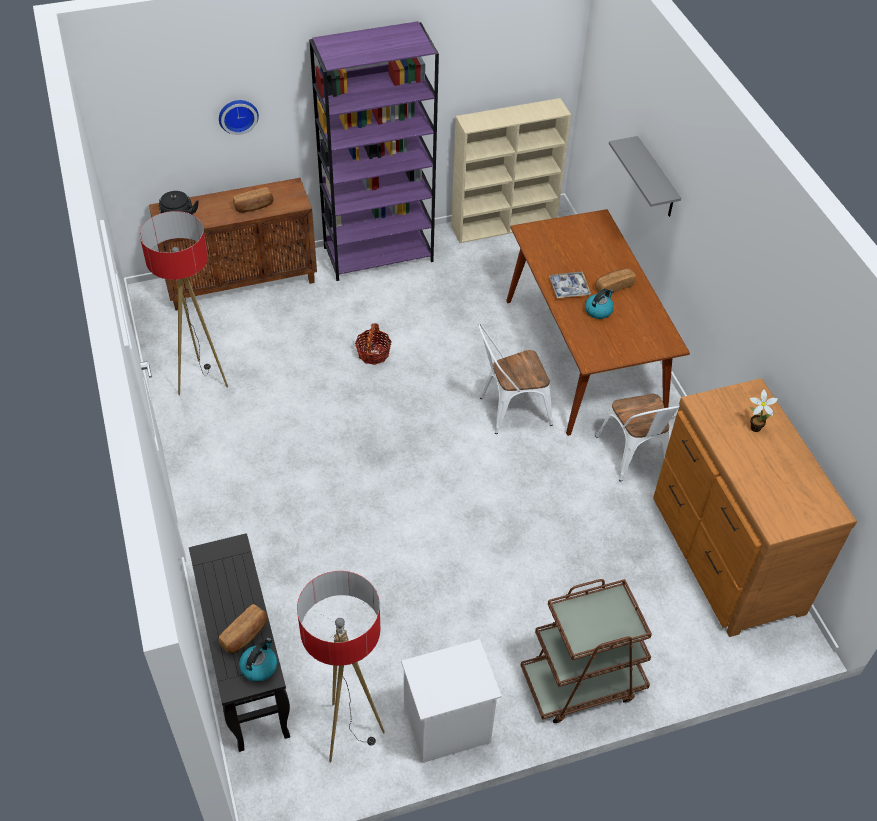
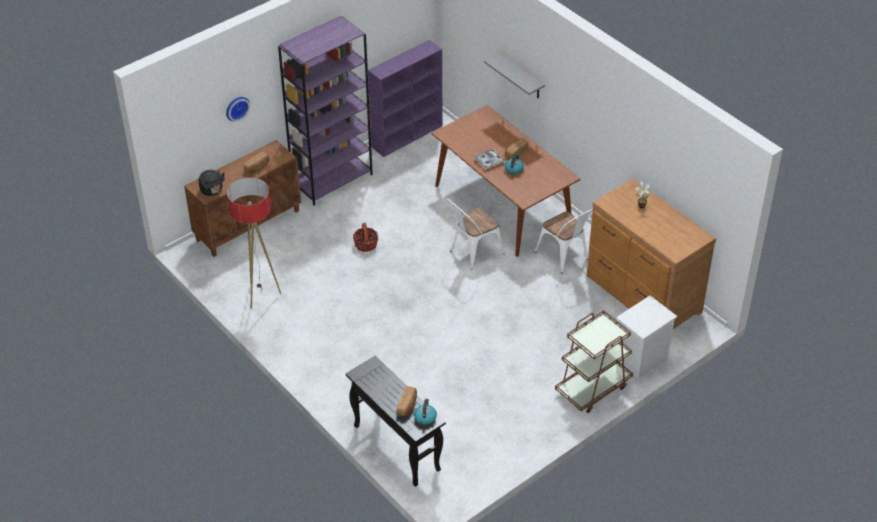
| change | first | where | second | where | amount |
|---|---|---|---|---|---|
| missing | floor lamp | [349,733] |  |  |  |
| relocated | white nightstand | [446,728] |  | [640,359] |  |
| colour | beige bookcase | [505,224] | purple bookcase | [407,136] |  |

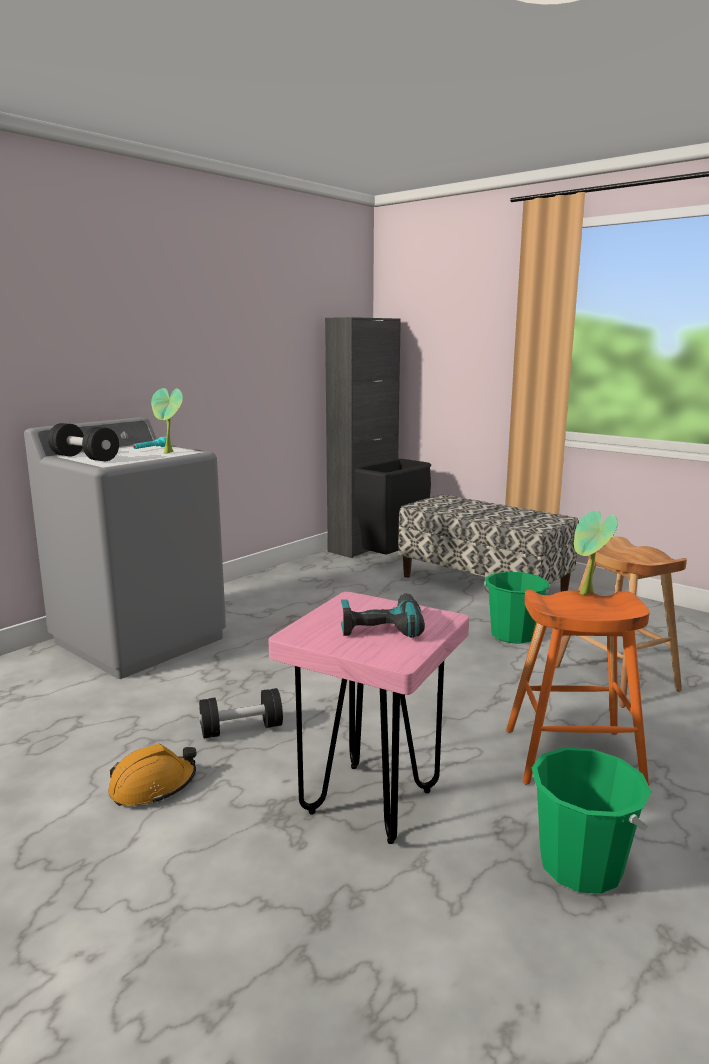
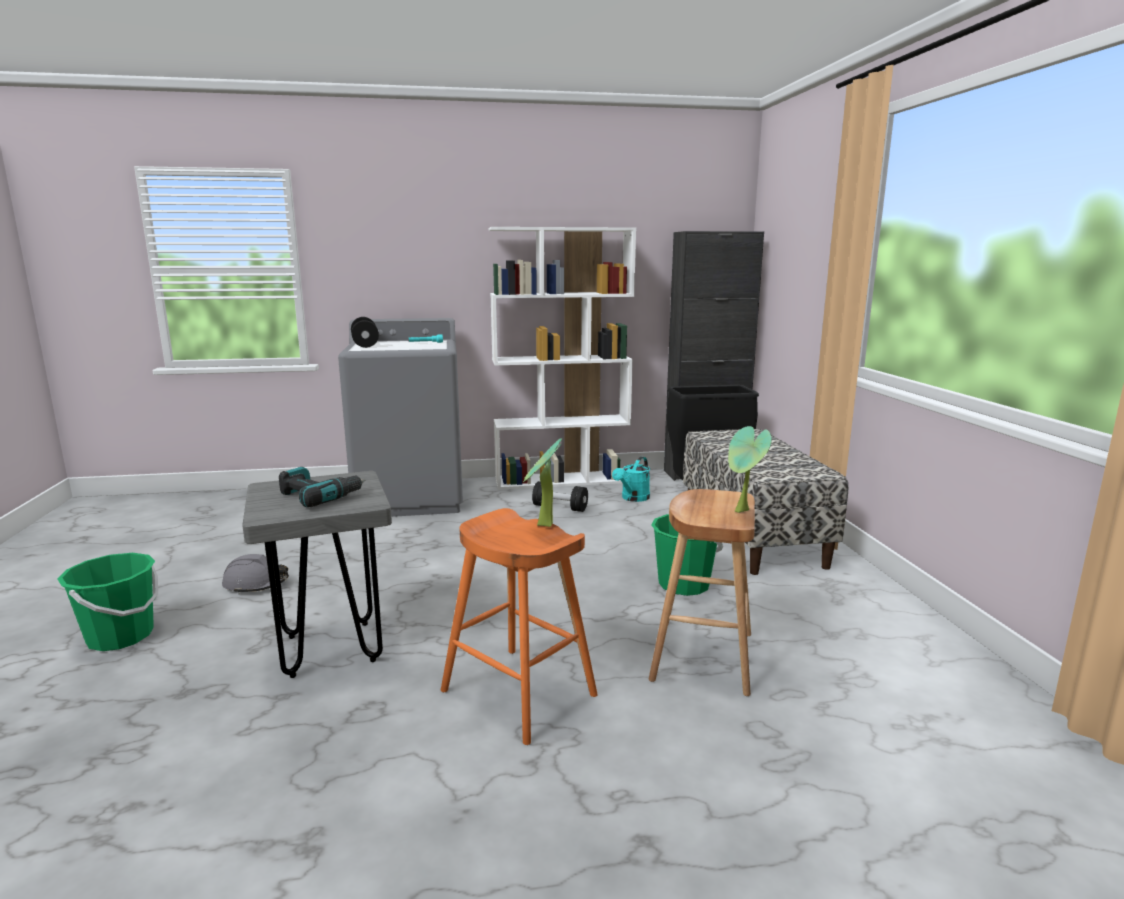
| change | first | where | second | where | amount |
|---|---|---|---|---|---|
| appeared |  |  | white bookcase | [562,480] |  |
| appeared |  |  | turquoise watering can | [633,498] |  |
| relocated | potted plant | [169,453] |  | [742,512] |  |
| relocated | black dumbbell | [241,729] |  | [560,508] |  |
| relocated | green bucket | [581,866] |  | [120,637] |  |
| colour | orange hard hat | [153,786] | grey hard hat | [256,584] |  |
| colour | pink stool | [371,801] | grey stool | [331,649] |  |

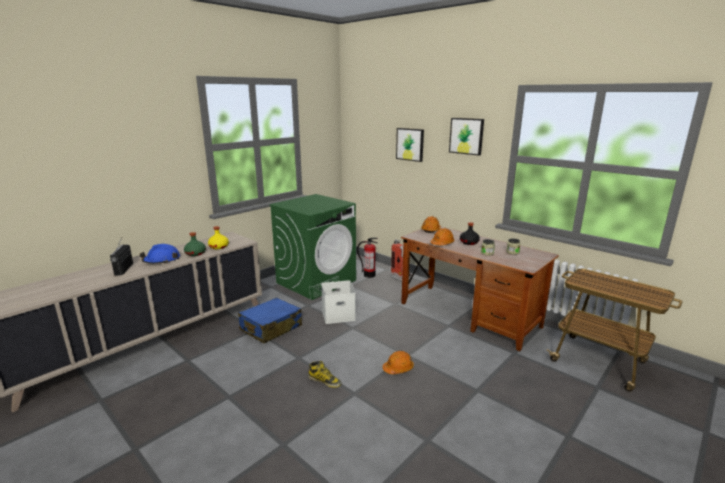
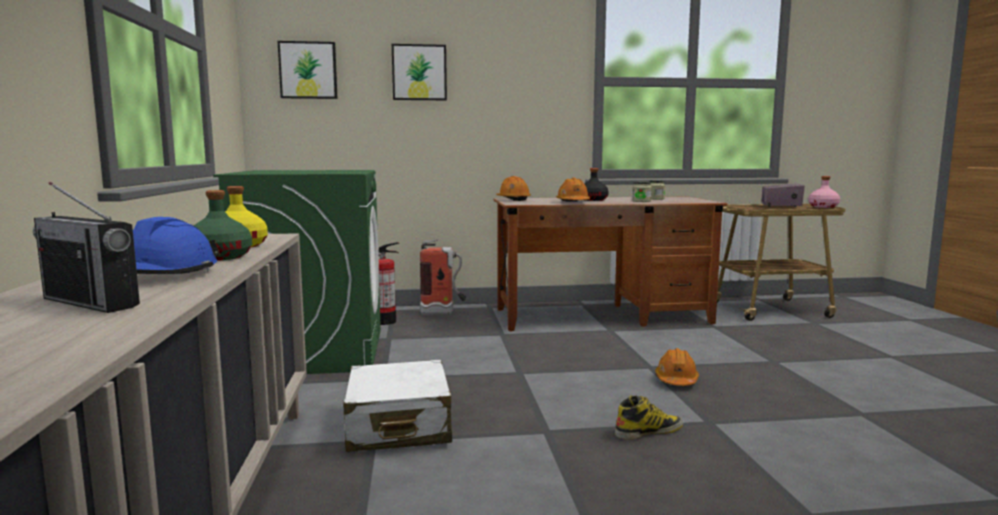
| change | first | where | second | where | amount |
|---|---|---|---|---|---|
| missing | white storage box | [339,314] |  |  |  |
| appeared |  |  | radio | [781,206] |  |
| appeared |  |  | pink bottle | [823,206] |  |
| relocated | picture | [466,136] |  | [308,70] |  |
| colour | blue suitcase | [271,328] | white suitcase | [398,425] |  |

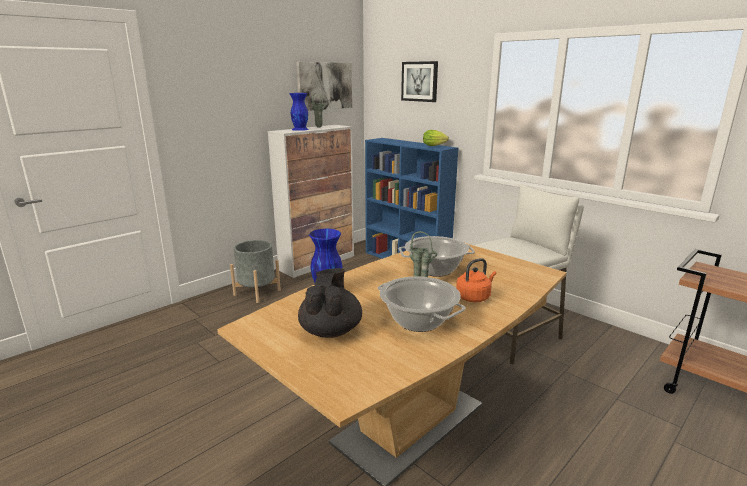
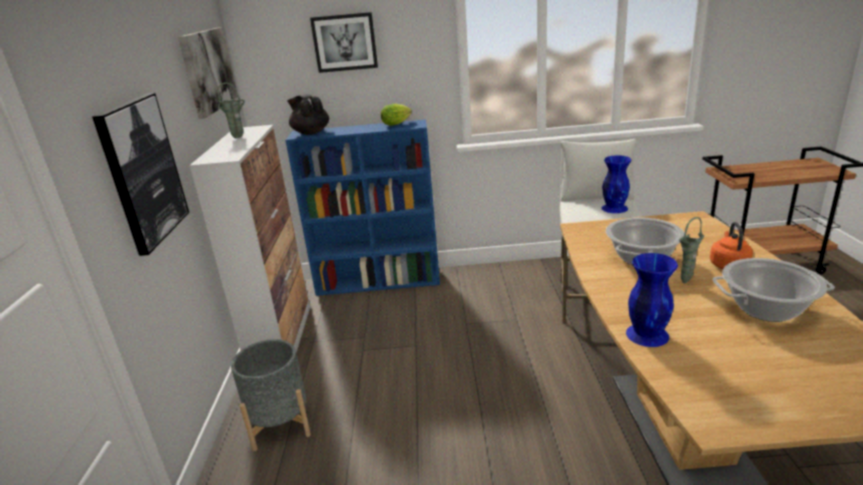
| change | first | where | second | where | amount |
|---|---|---|---|---|---|
| appeared |  |  | picture | [142,171] |  |
| relocated | blue vase | [300,129] |  | [614,208] |  |
| relocated | black teapot | [331,330] |  | [310,133] |  |

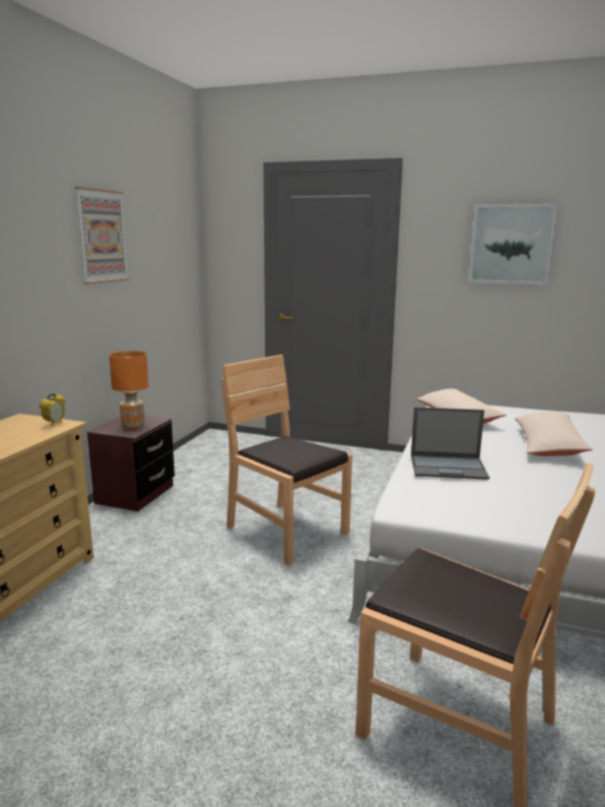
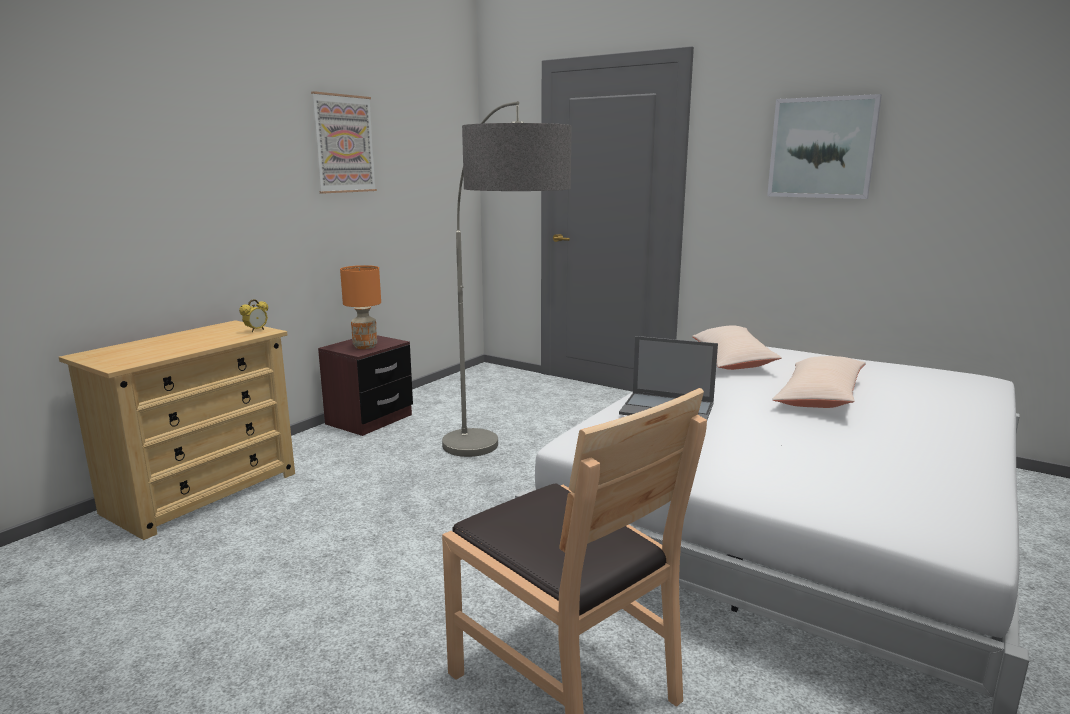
| change | first | where | second | where | amount |
|---|---|---|---|---|---|
| exchanged | brown chair | [286,531] | floor lamp | [501,470] |  |

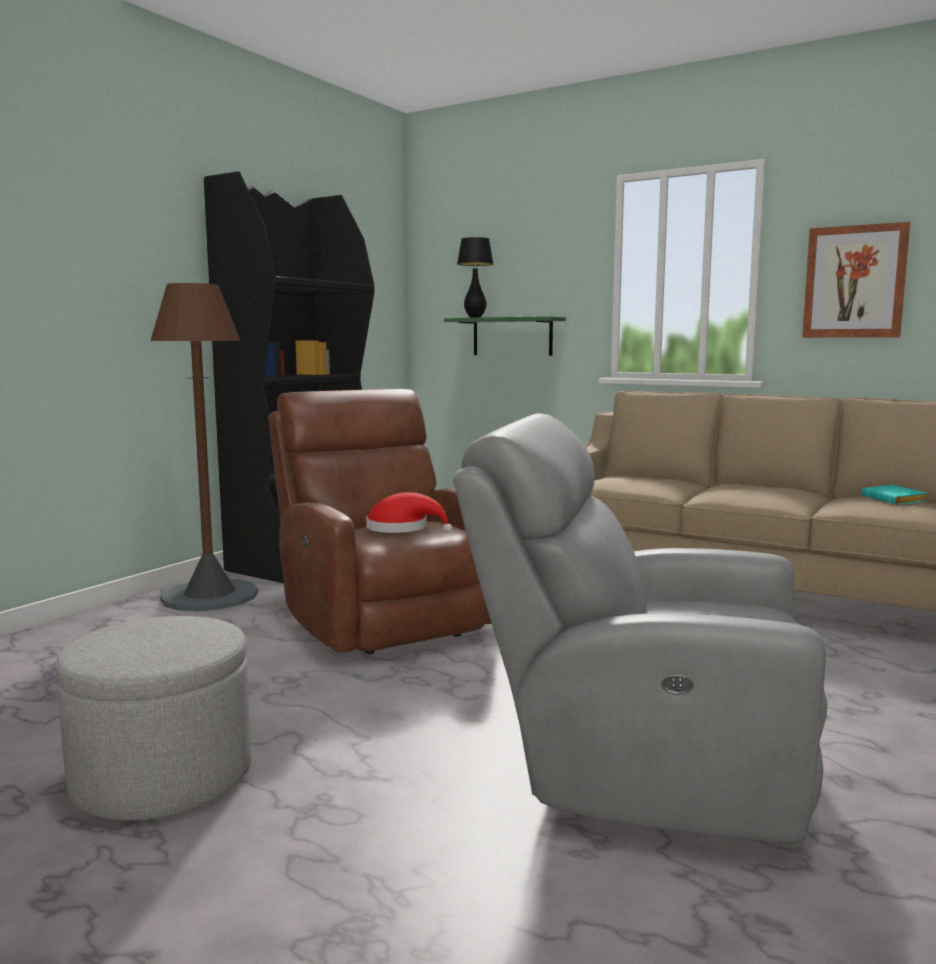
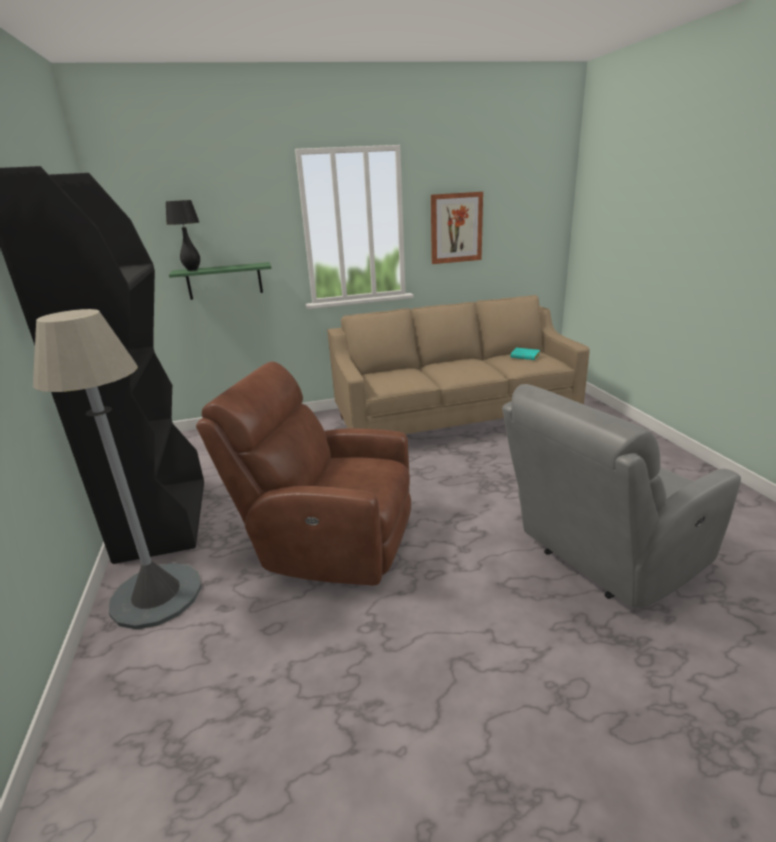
| change | first | where | second | where | amount |
|---|---|---|---|---|---|
| missing | grey ottoman | [162,776] |  |  |  |
| missing | red hat | [402,529] |  |  |  |
| colour | brown floor lamp | [210,596] | grey floor lamp | [157,595] |  |

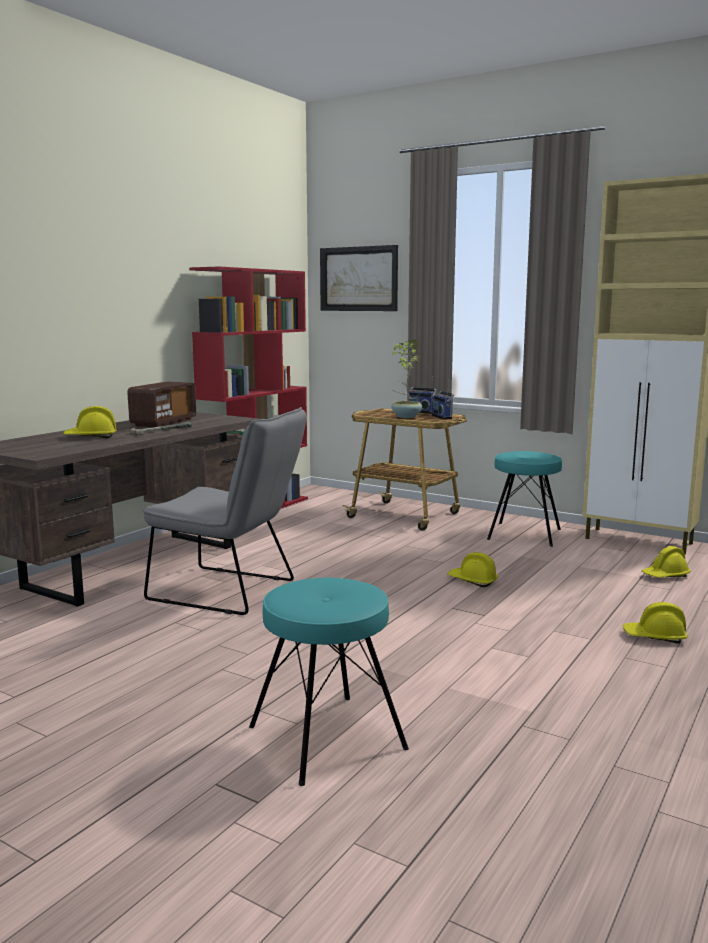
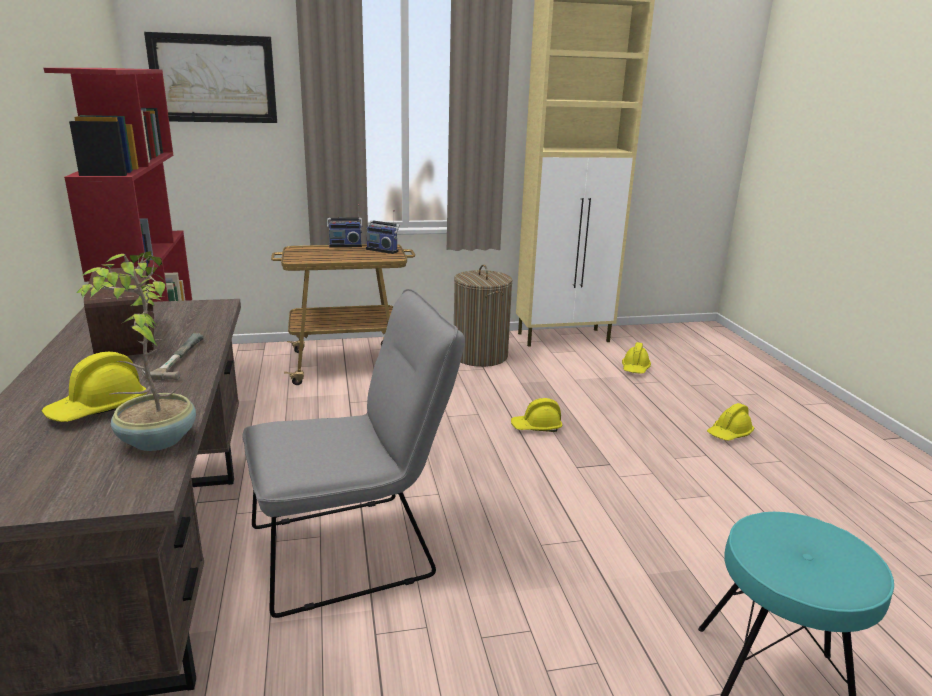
| change | first | where | second | where | amount |
|---|---|---|---|---|---|
| relocated | potted plant | [405,416] |  | [155,441] |  |
| exchanged | turquoise stool | [524,534] | laundry basket | [480,356] |  |

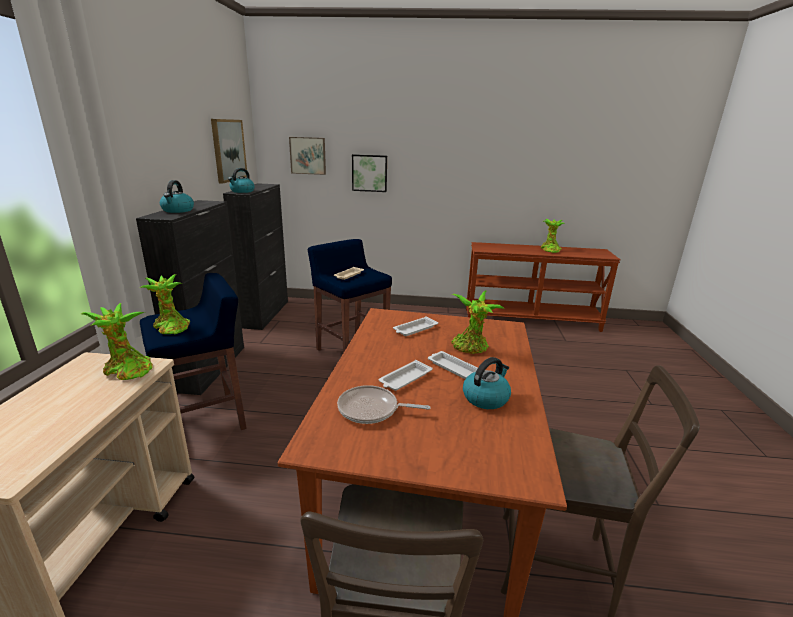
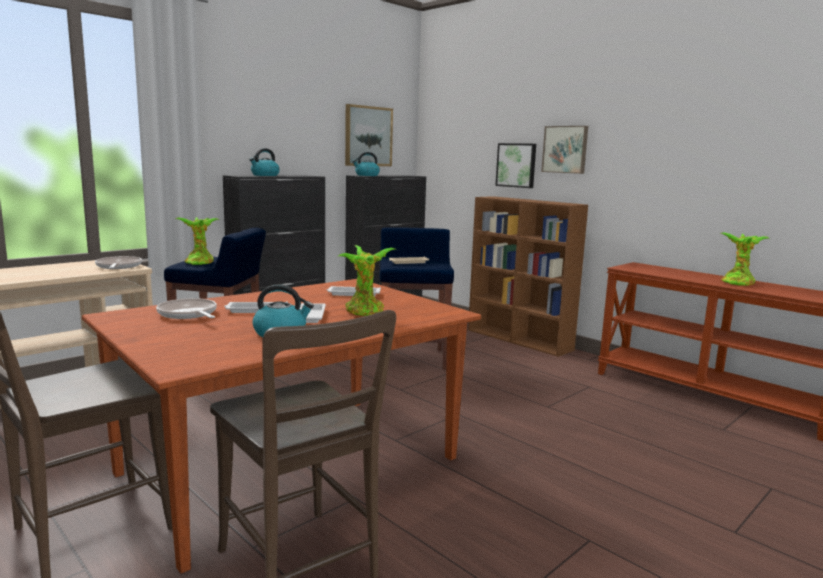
| change | first | where | second | where | amount |
|---|---|---|---|---|---|
| appeared |  |  | brown bookcase | [520,340] |  |
| relocated | picture | [308,155] |  | [565,149] |  |
| exchanged | potted plant | [126,370] | frying pan | [118,267] |  |

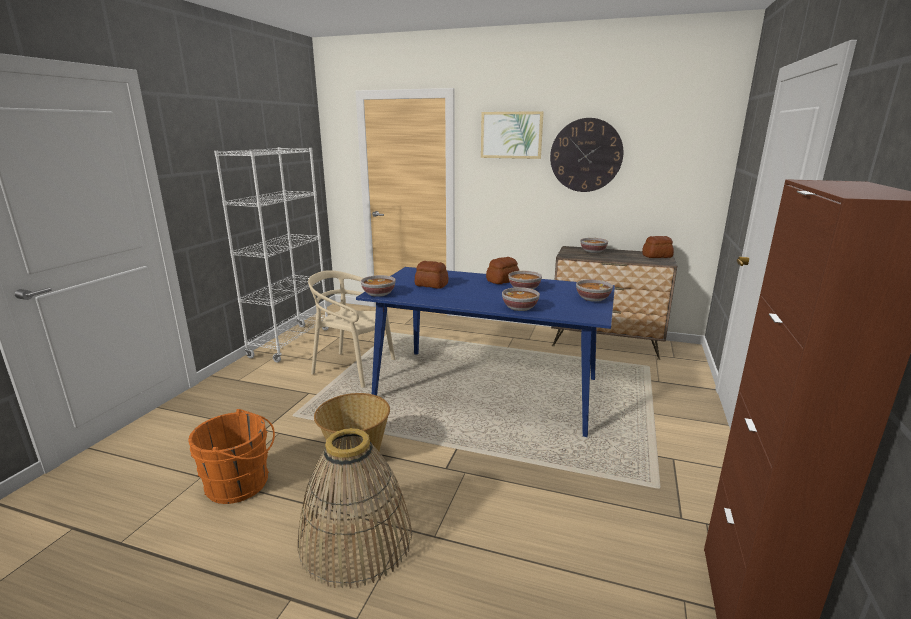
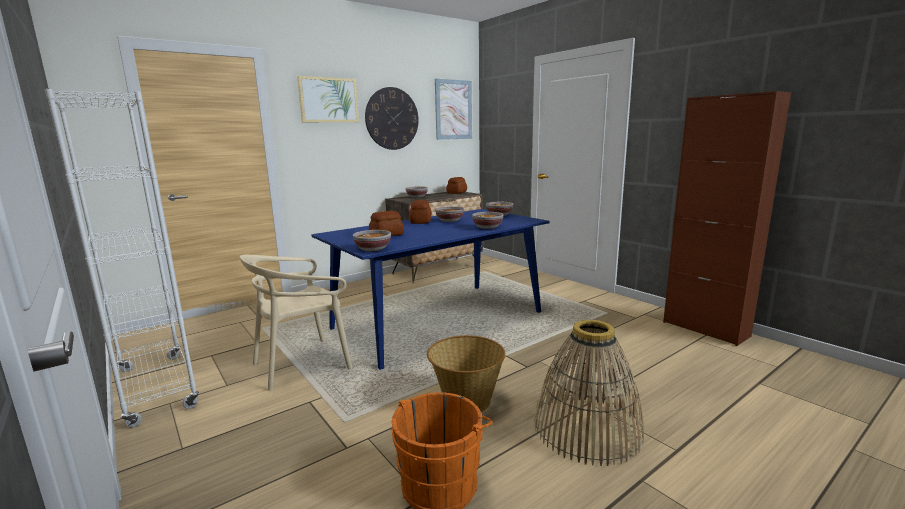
| change | first | where | second | where | amount |
|---|---|---|---|---|---|
| appeared |  |  | picture | [453,110] |  |

